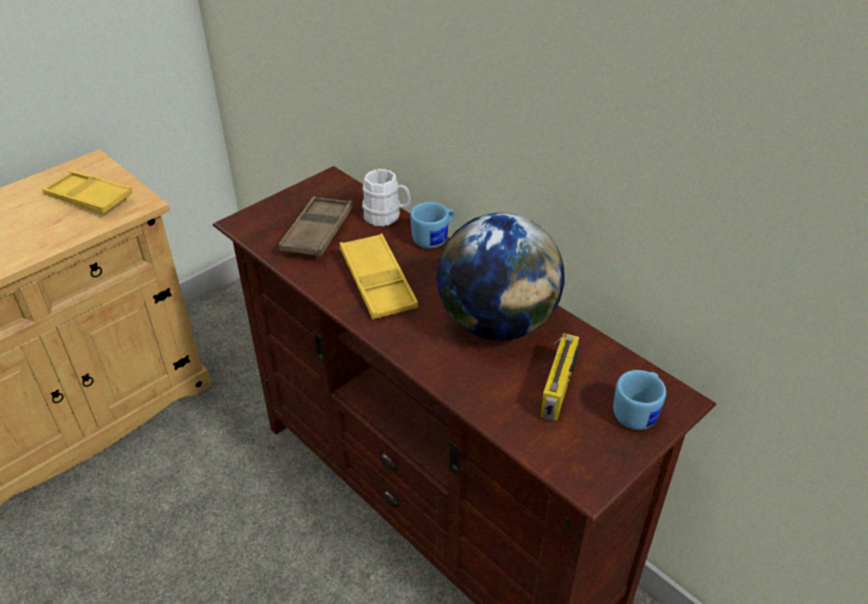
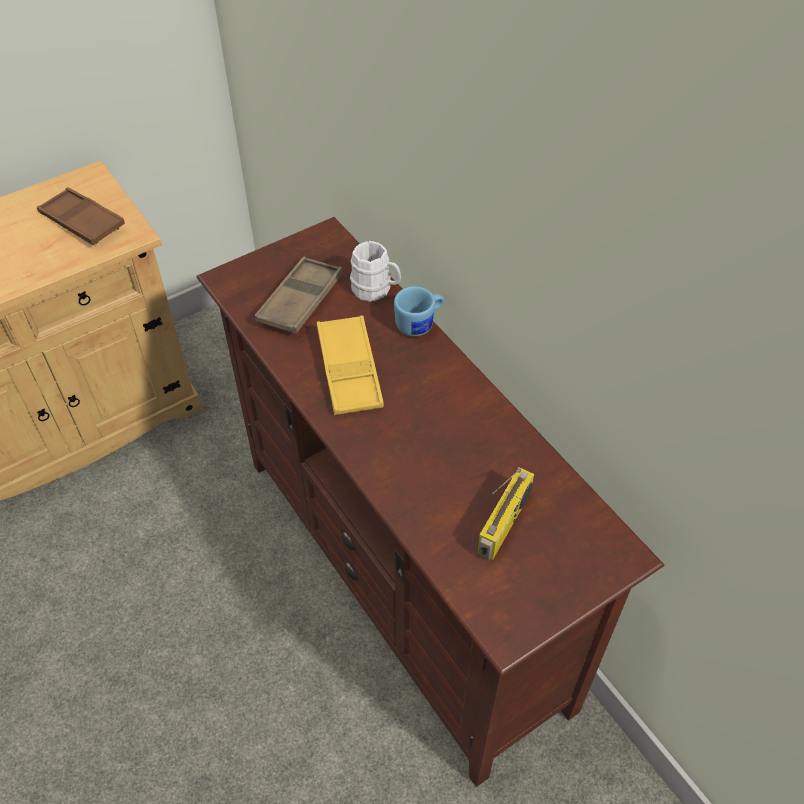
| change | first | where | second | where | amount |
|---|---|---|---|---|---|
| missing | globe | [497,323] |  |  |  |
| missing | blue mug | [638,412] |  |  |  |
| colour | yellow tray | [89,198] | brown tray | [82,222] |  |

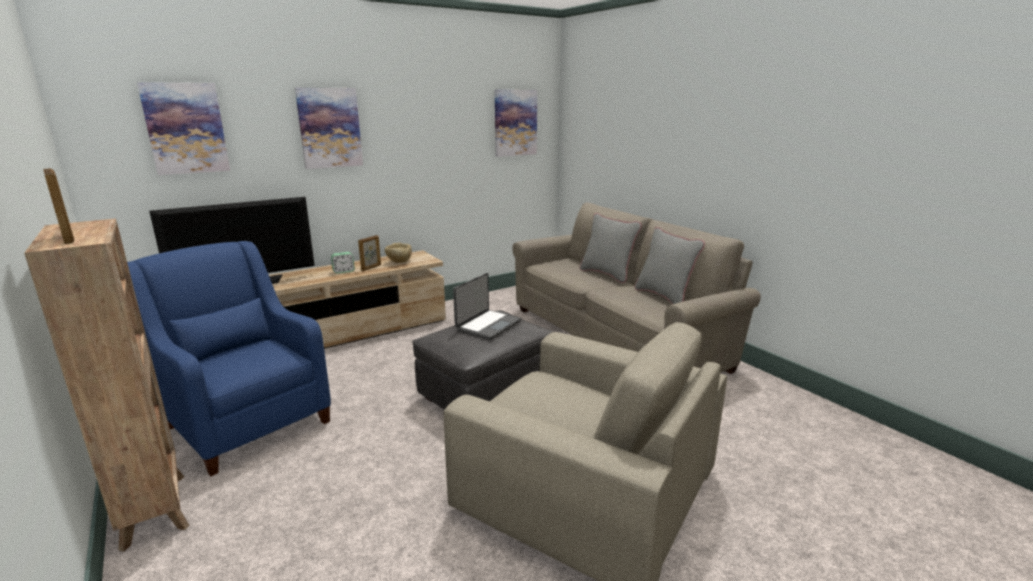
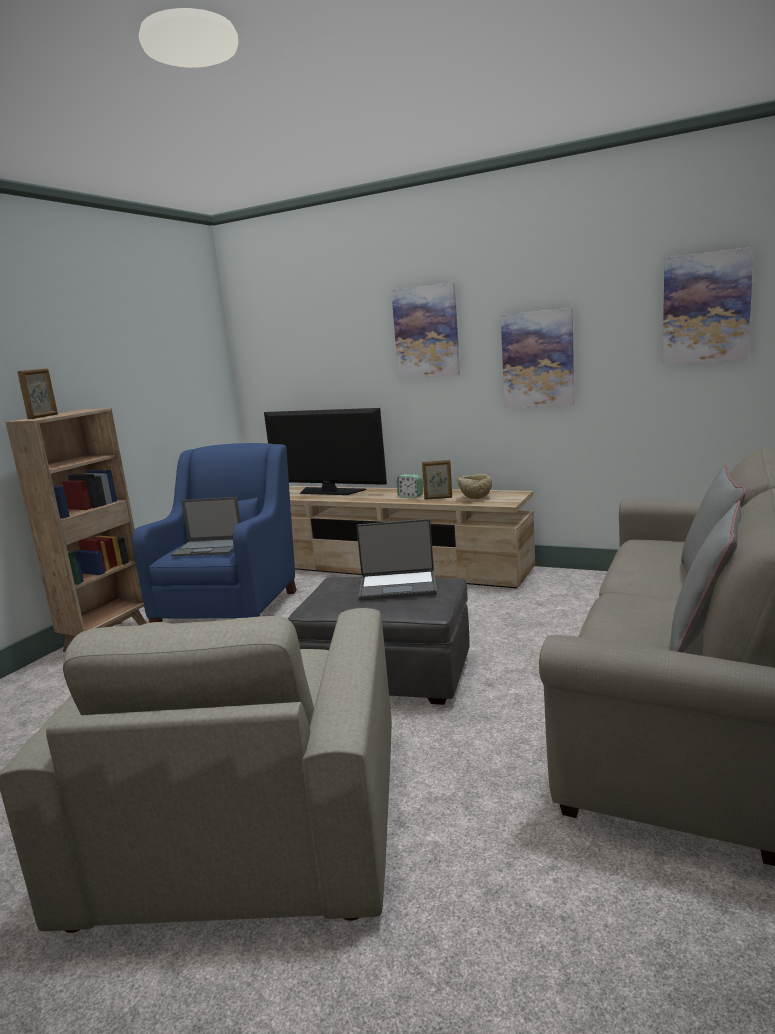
| change | first | where | second | where | amount |
|---|---|---|---|---|---|
| appeared |  |  | laptop | [209,548] |  |
| relocated | picture | [186,128] |  | [538,359] |  |

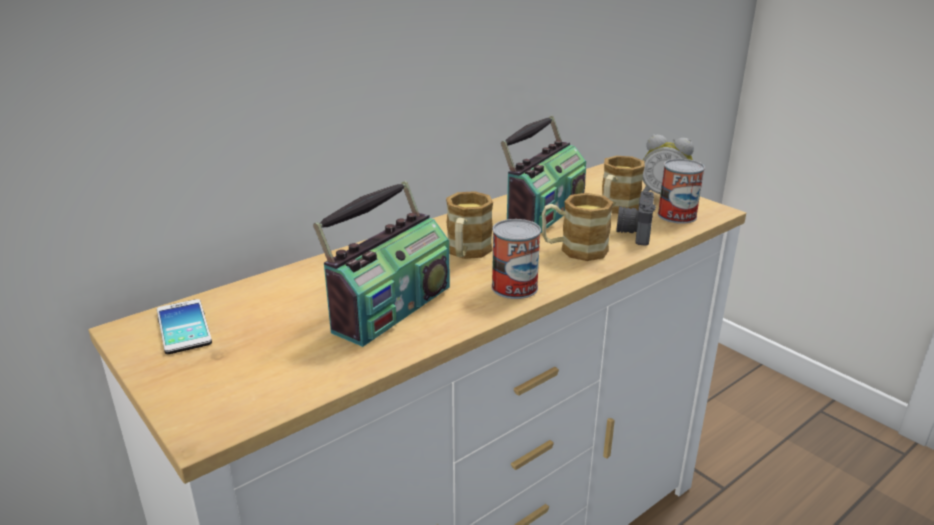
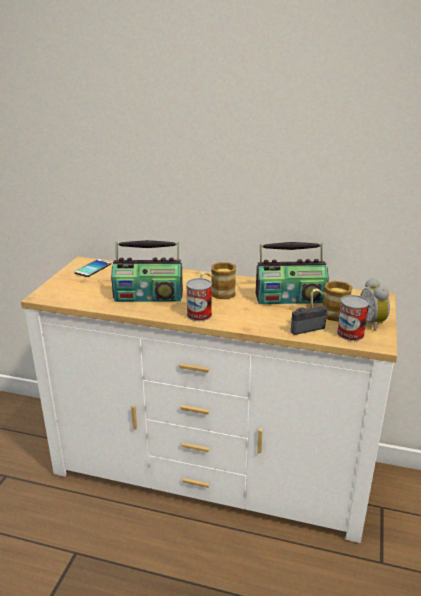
| change | first | where | second | where | amount |
|---|---|---|---|---|---|
| missing | mug | [574,250] |  |  |  |

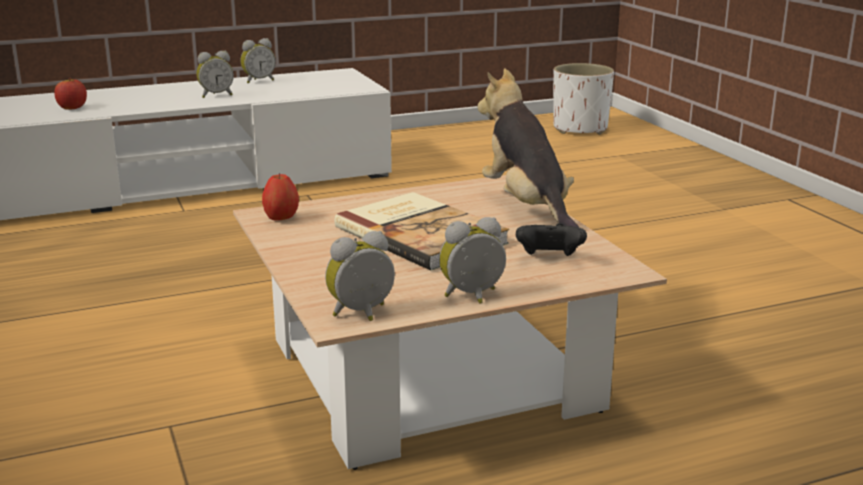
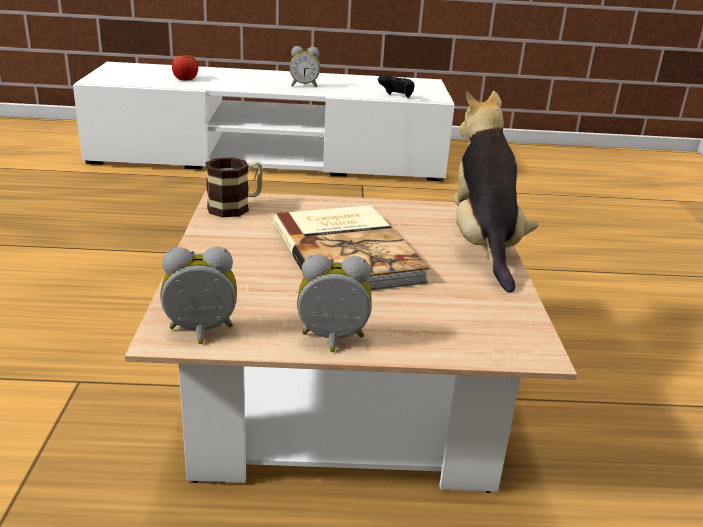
| change | first | where | second | where | amount |
|---|---|---|---|---|---|
| missing | alarm clock | [258,81] |  |  |  |
| missing | white planter | [580,128] |  |  |  |
| relocated | black game controller | [549,259] |  | [396,97] |  |
| exchanged | apple | [281,218] | mug | [236,207] |  |

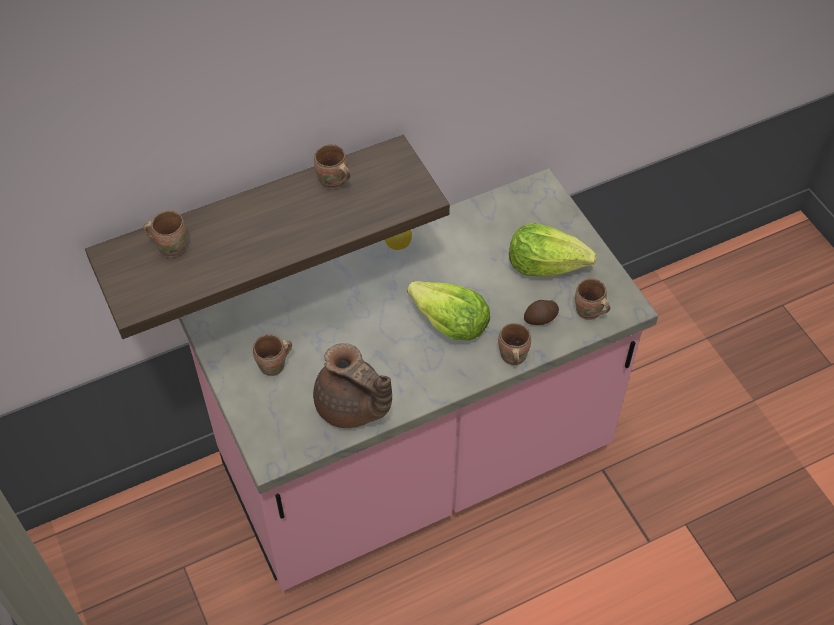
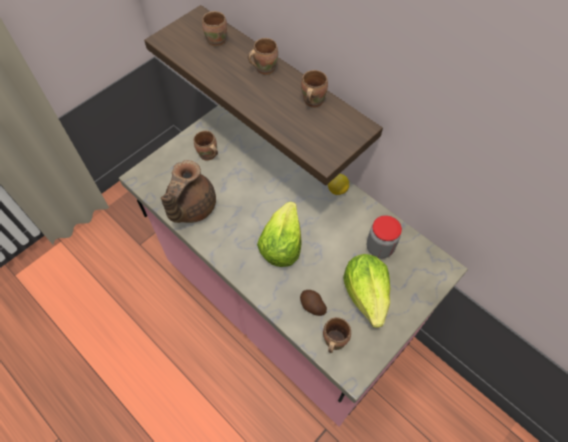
| change | first | where | second | where | amount |
|---|---|---|---|---|---|
| appeared |  |  | jar | [379,247] |  |
| relocated | brown mug | [511,357] |  | [264,68] |  |

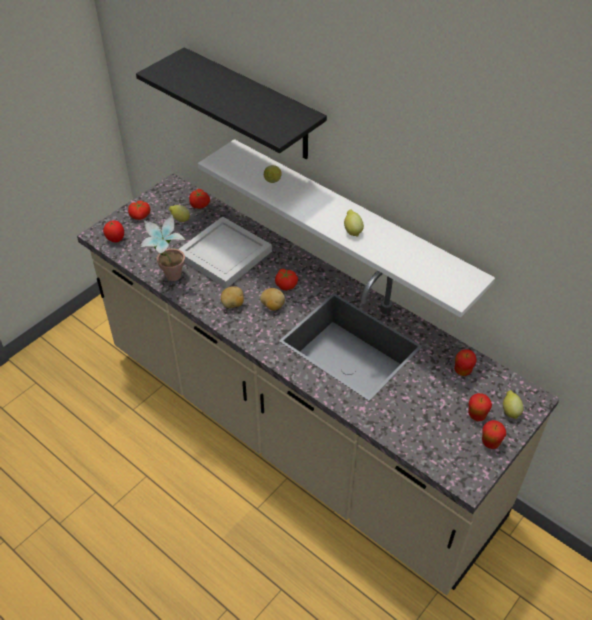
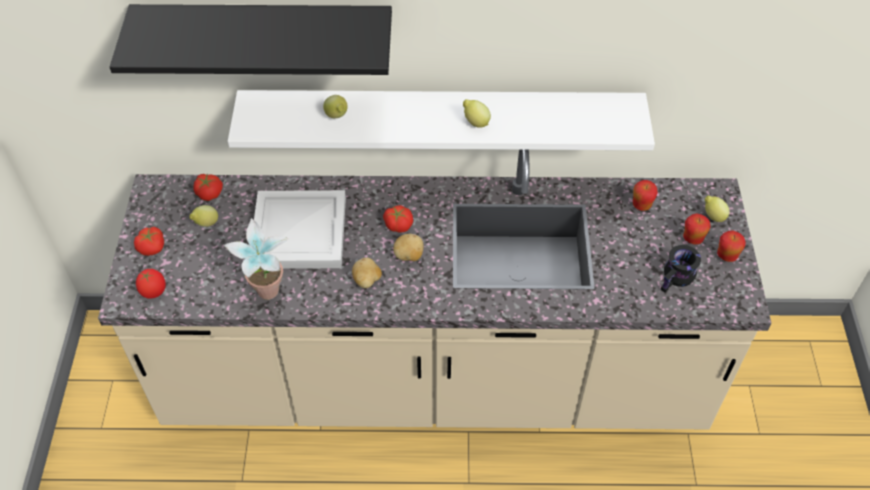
| change | first | where | second | where | amount |
|---|---|---|---|---|---|
| appeared |  |  | black mug | [678,279] |  |

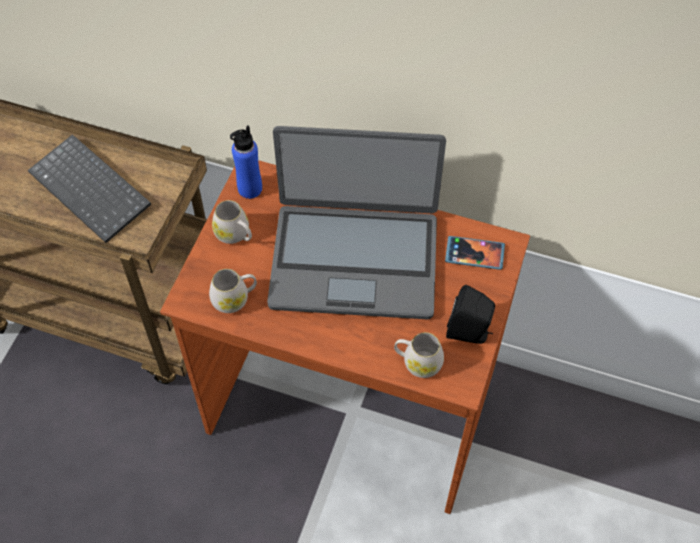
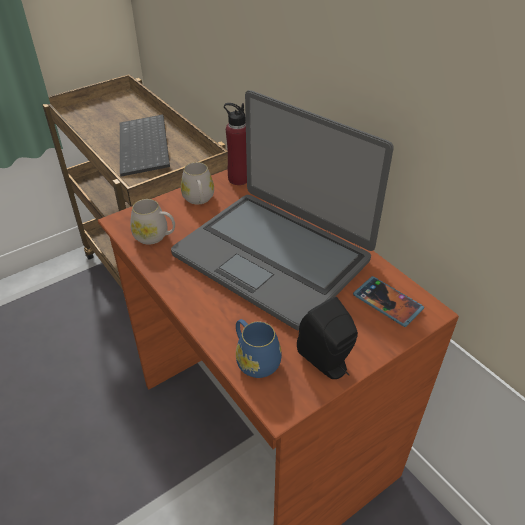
| change | first | where | second | where | amount |
|---|---|---|---|---|---|
| colour | blue bottle | [250,189] | red bottle | [238,179] |  |
| colour | white mug | [417,362] | blue mug | [254,360] |  |

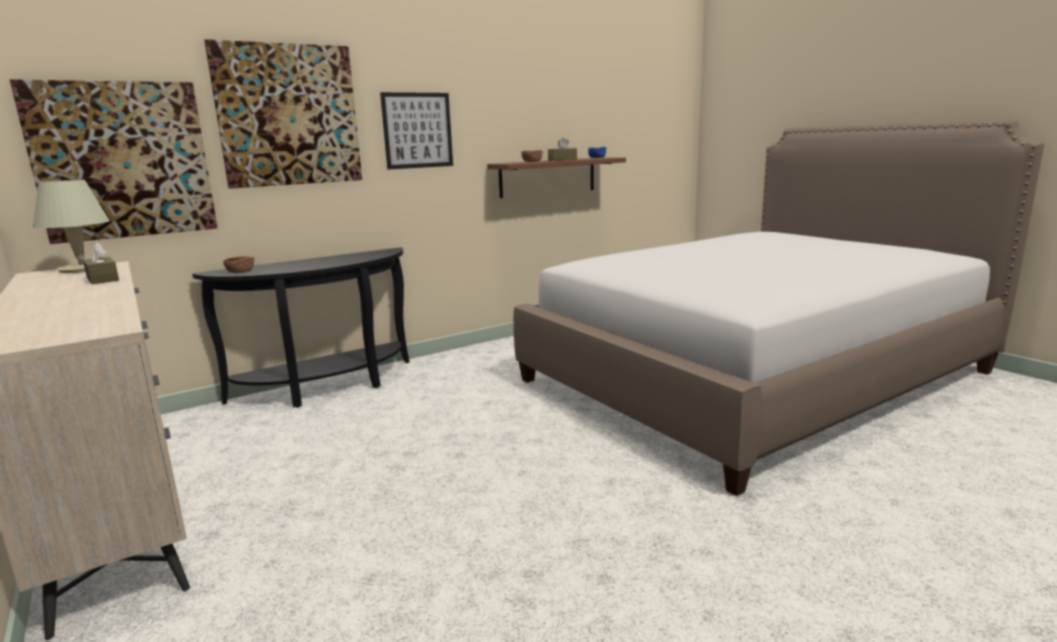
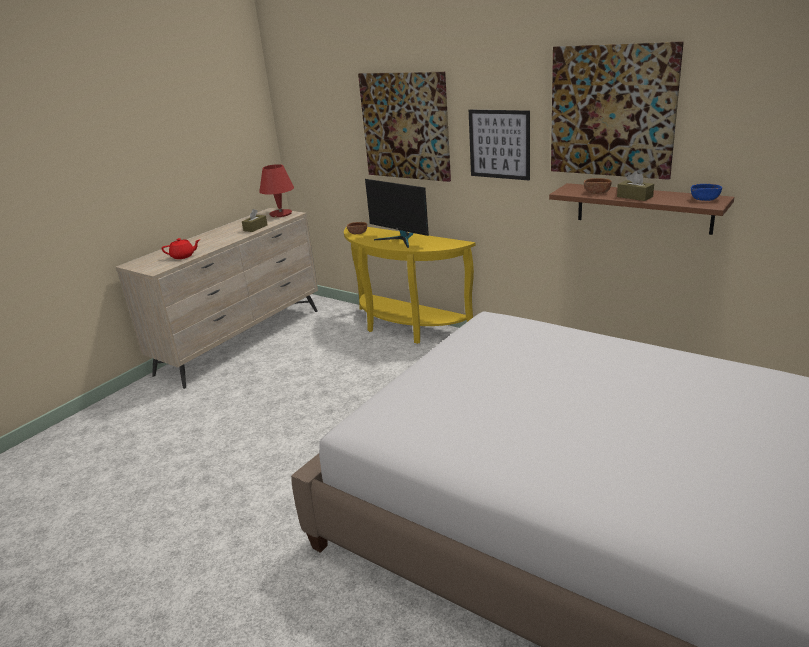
| change | first | where | second | where | amount |
|---|---|---|---|---|---|
| appeared |  |  | red teapot | [183,256] |  |
| appeared |  |  | monitor | [400,239] |  |
| relocated | picture | [123,160] |  | [612,111] |  |
| colour | beige table lamp | [83,269] | red table lamp | [280,214] |  |
| colour | black console table | [328,388] | yellow console table | [404,328] |  |

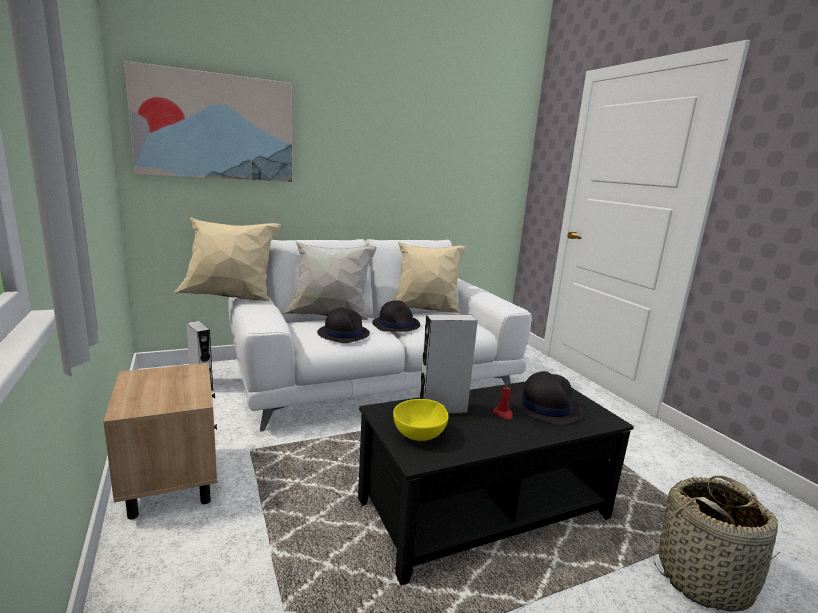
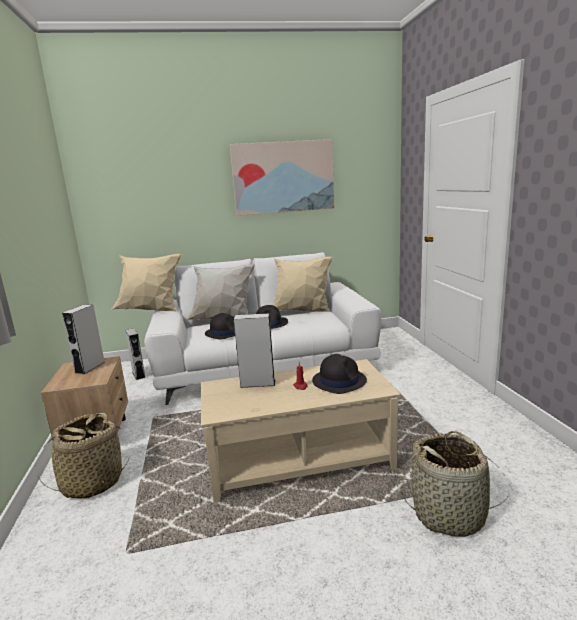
| change | first | where | second | where | amount |
|---|---|---|---|---|---|
| missing | yellow bowl | [420,435] |  |  |  |
| appeared |  |  | basket | [92,482] |  |
| appeared |  |  | grey speaker | [90,367] |  |
| relocated | picture | [215,127] |  | [283,177] |  |
| colour | black coffee table | [483,508] | beige coffee table | [299,458] |  |

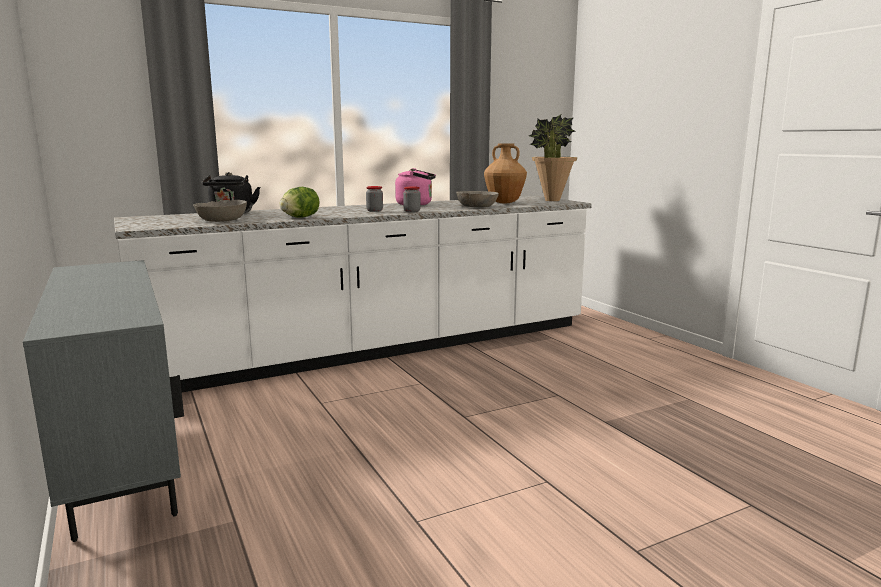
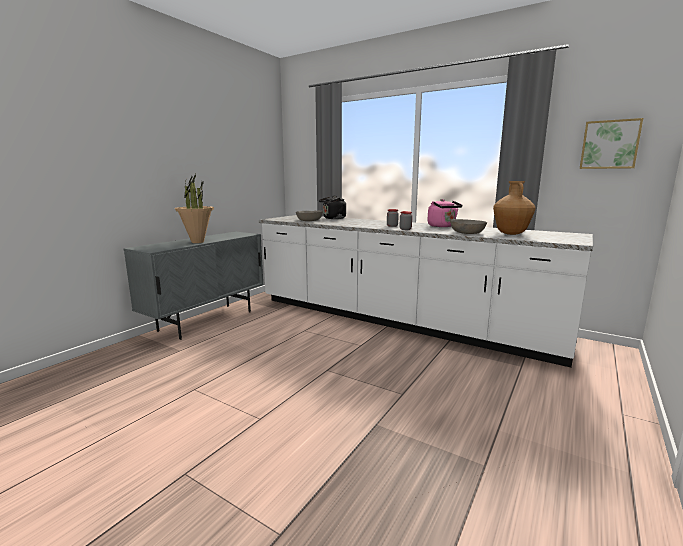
| change | first | where | second | where | amount |
|---|---|---|---|---|---|
| missing | lettuce | [300,217] |  |  |  |
| appeared |  |  | picture | [609,144] |  |
| relocated | potted plant | [552,200] |  | [197,242] |  |

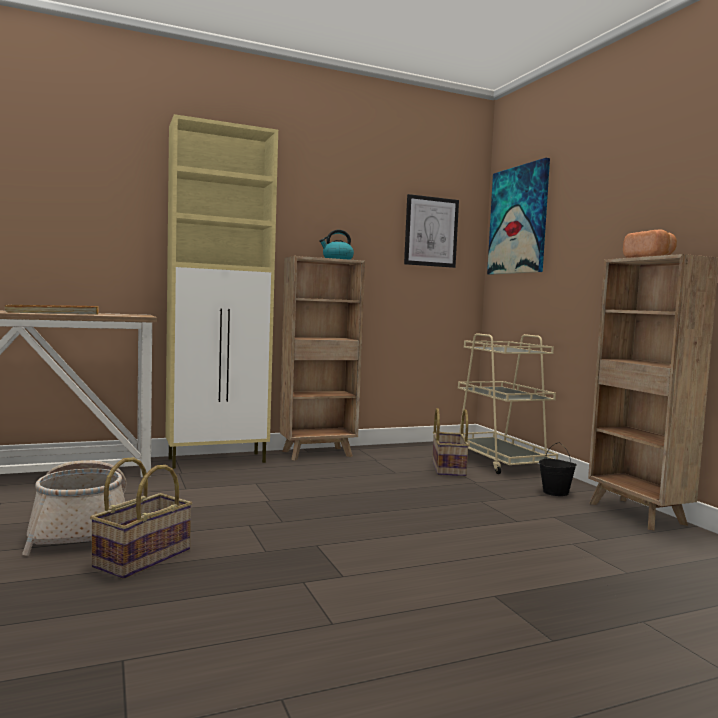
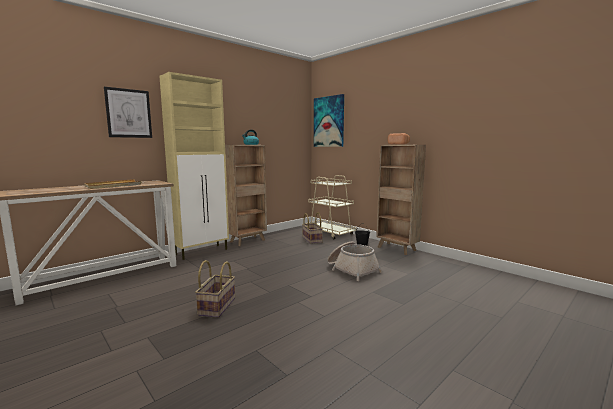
| change | first | where | second | where | amount |
|---|---|---|---|---|---|
| relocated | basket | [82,529] |  | [352,269] |  |
| relocated | picture | [431,231] |  | [128,113] |  |

